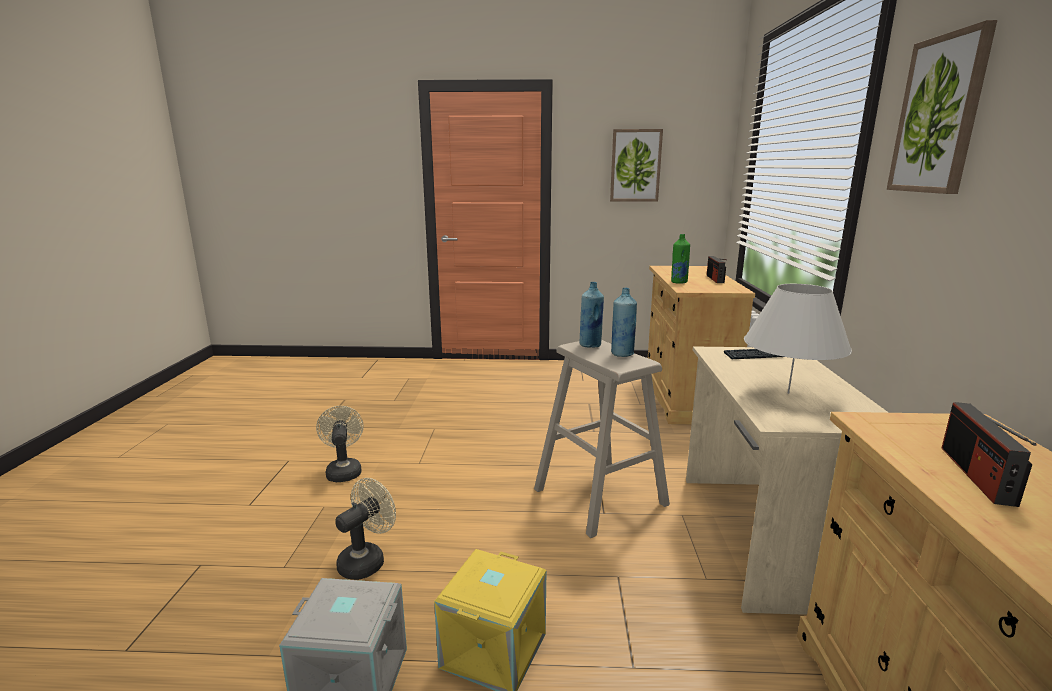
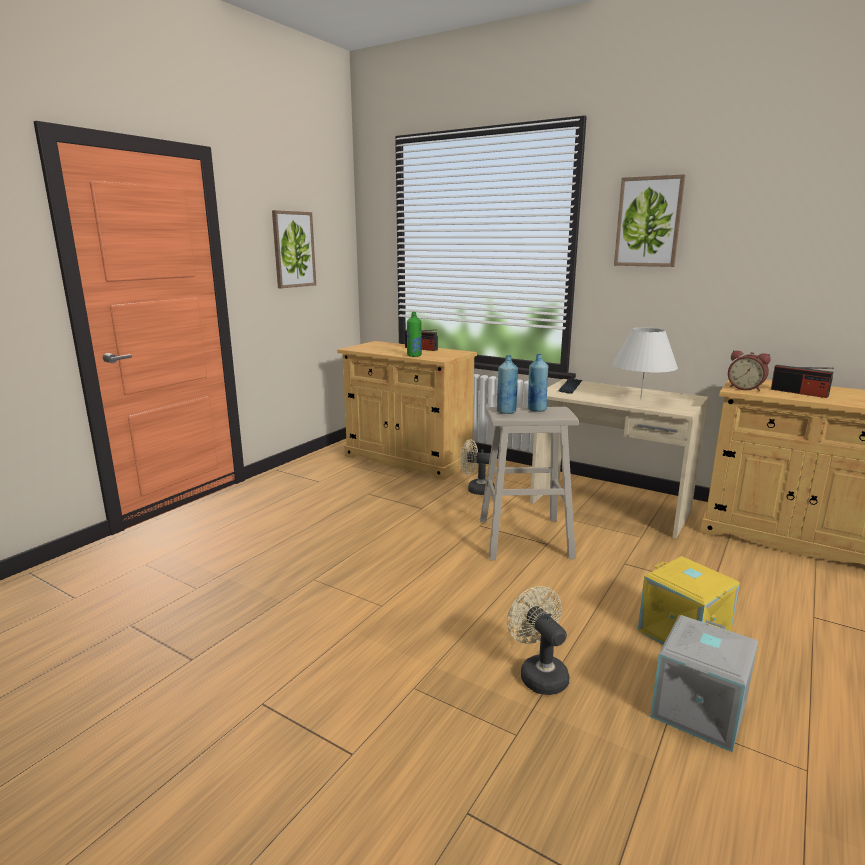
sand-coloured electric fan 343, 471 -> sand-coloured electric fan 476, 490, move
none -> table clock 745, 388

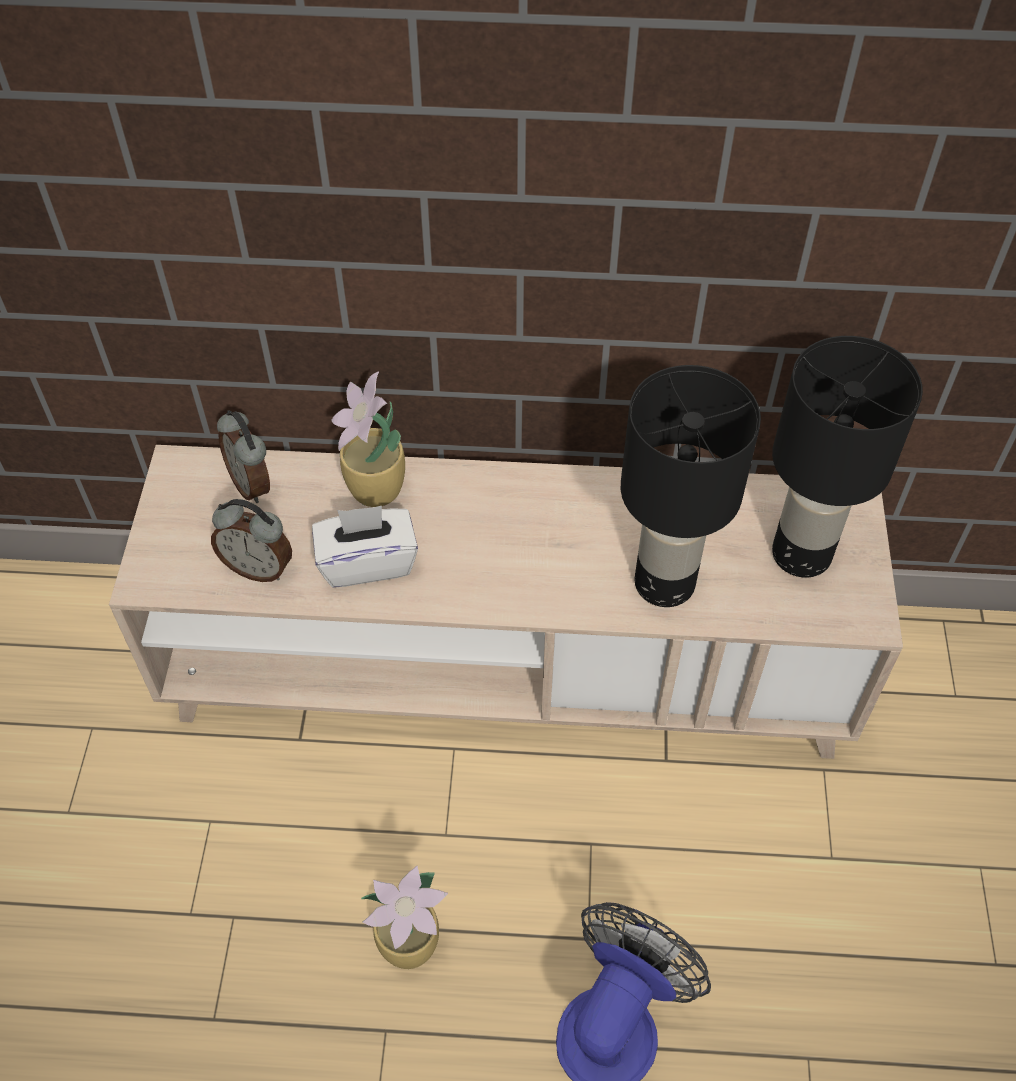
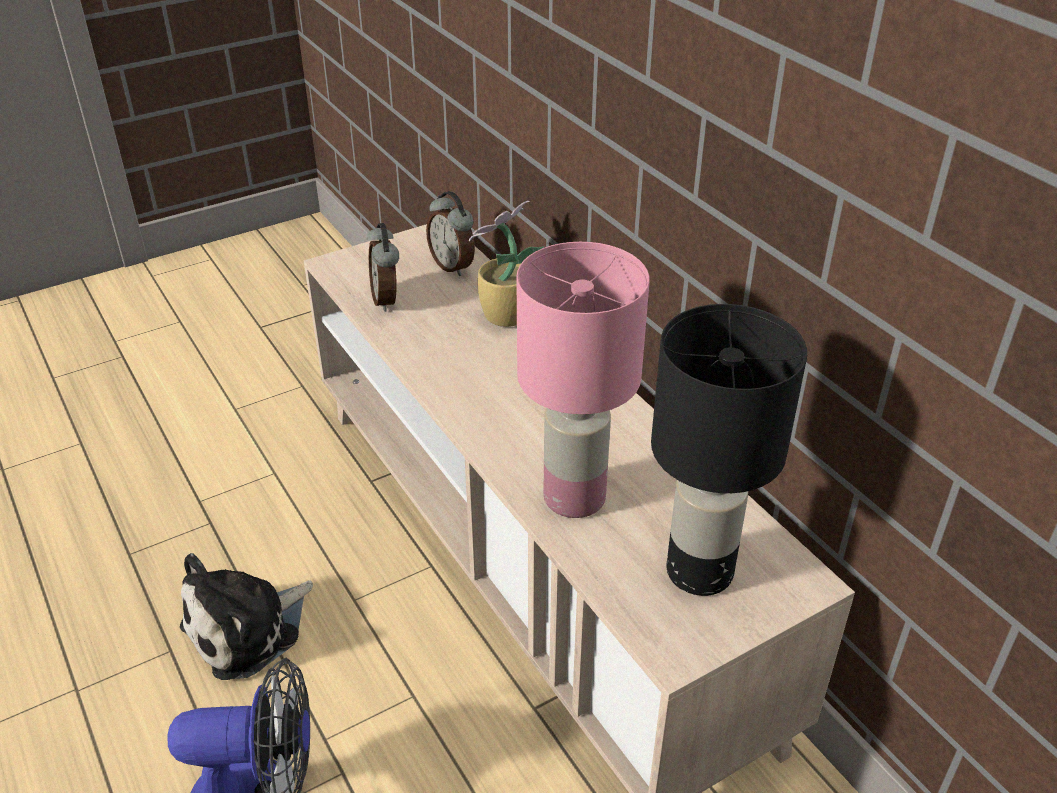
blackish tabletop lamp 666, 584 -> pink tabletop lamp 574, 499
table clock 252, 484 -> table clock 453, 266, 60 degrees counterclockwise
white-coloured tissue holder 367, 562 -> none
potted plant 412, 945 -> plush toy 248, 629

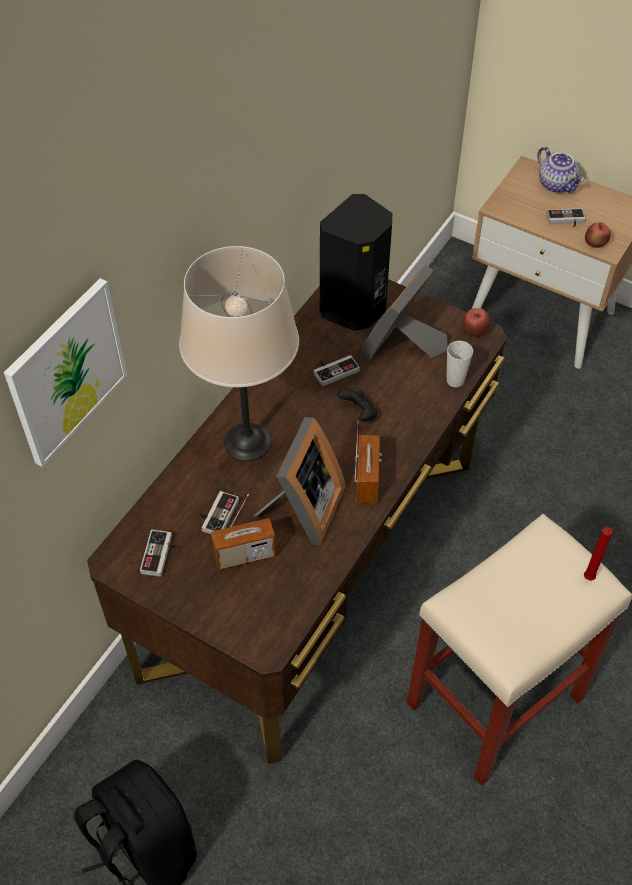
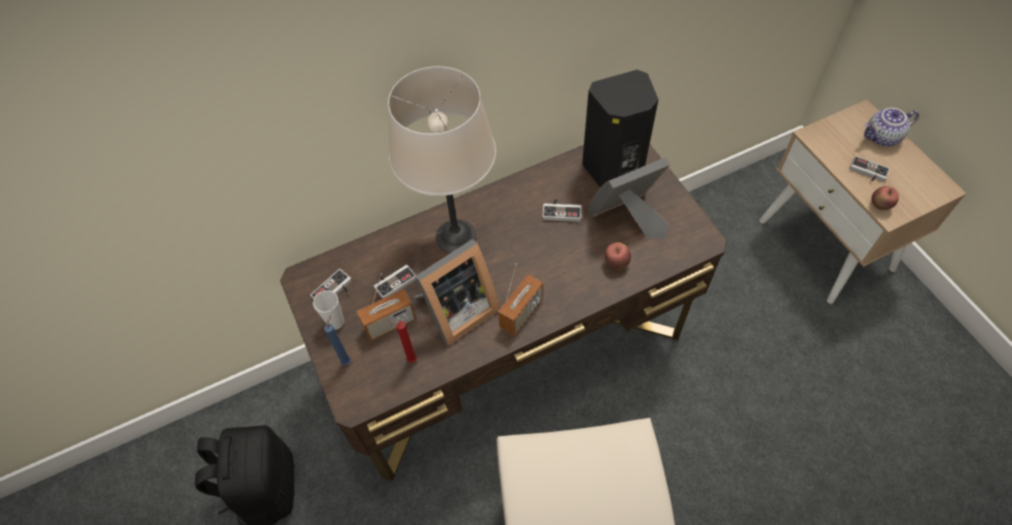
teapot 557, 184 -> teapot 882, 137, 75 degrees clockwise
wall art 67, 372 -> none
apple fruit 474, 332 -> apple fruit 616, 263, move
cup 455, 380 -> cup 335, 322, move
blackish joypad 359, 413 -> none
radio receiver 245, 555 -> radio receiver 390, 323, 45 degrees counterclockwise
reddish wax light 587, 578 -> reddish wax light 410, 359, move
none -> blue-coloured wax light 347, 360

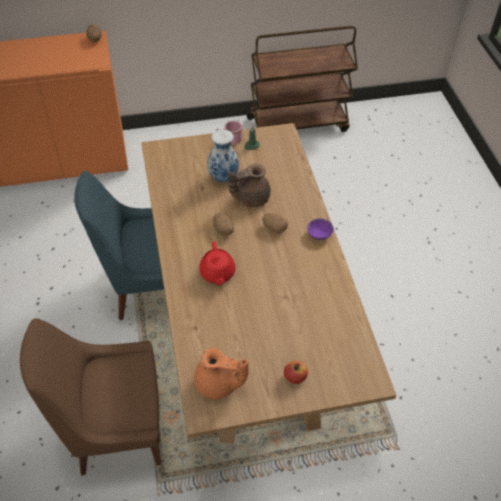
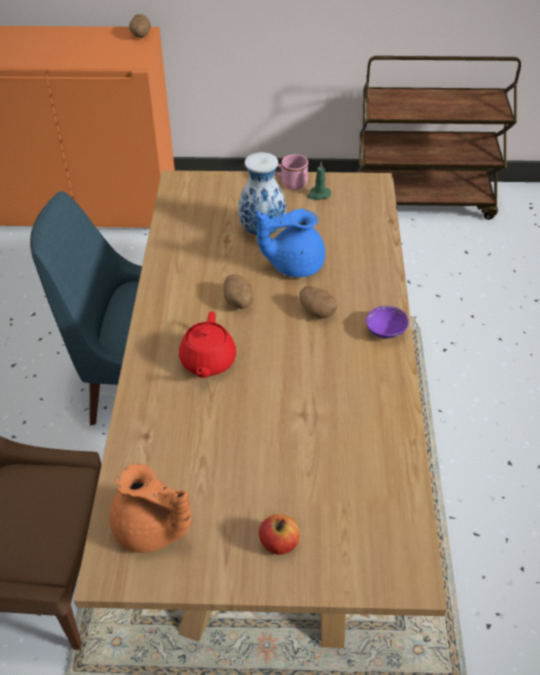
brown teapot 250, 198 -> blue-coloured teapot 294, 264

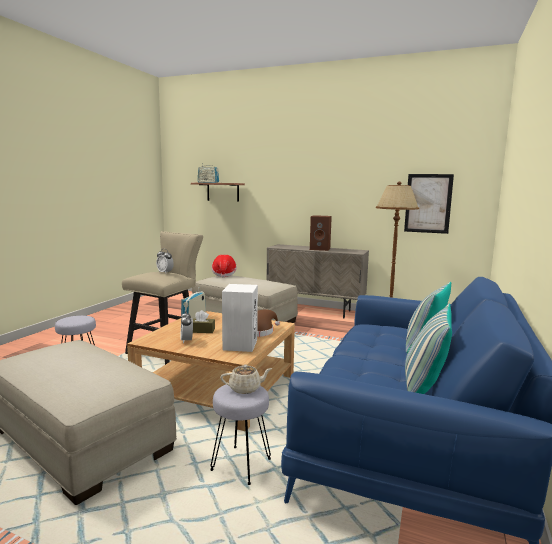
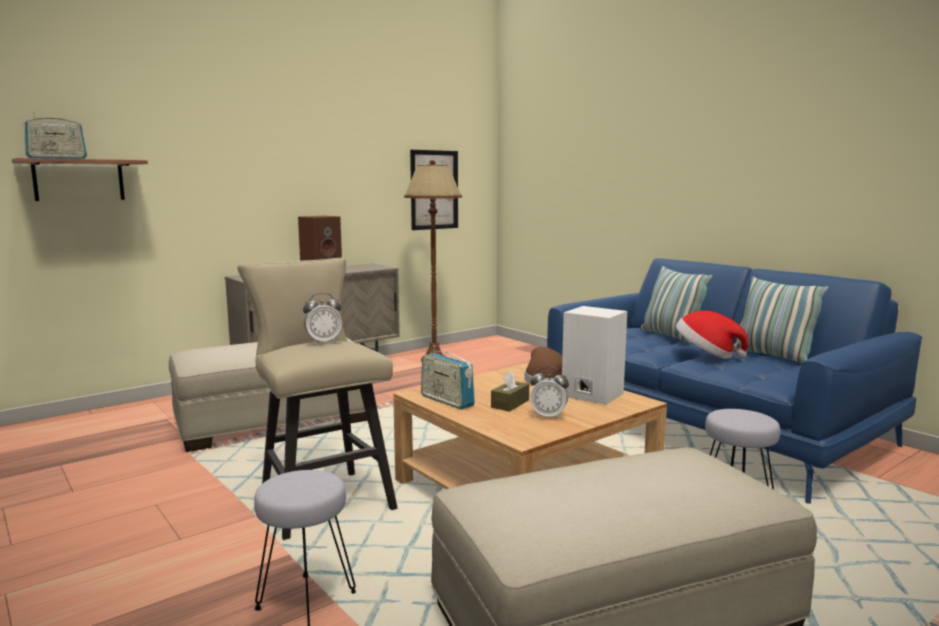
wearable hat 224, 274 -> wearable hat 706, 355, move
sand-coloured teapot 245, 389 -> none

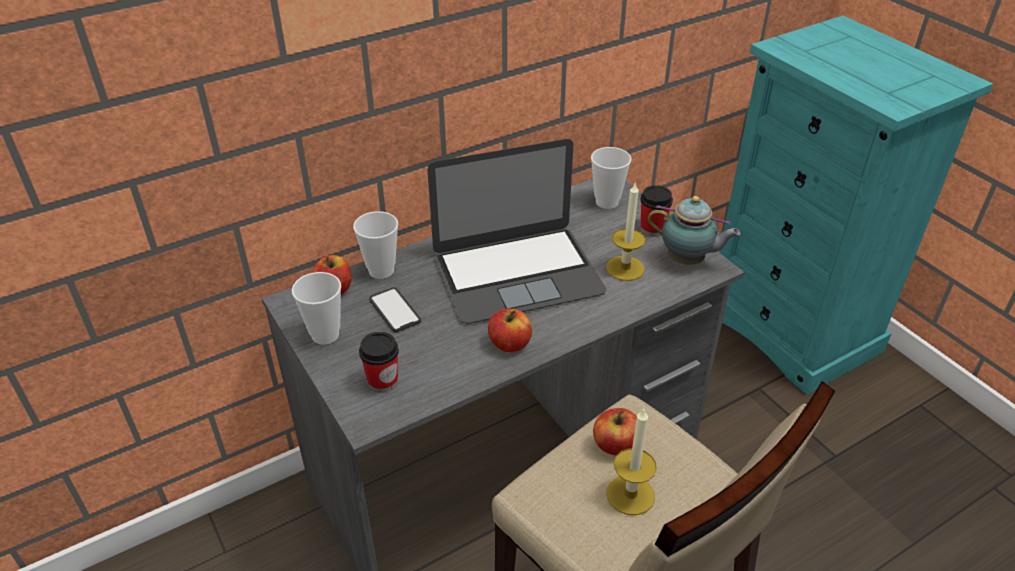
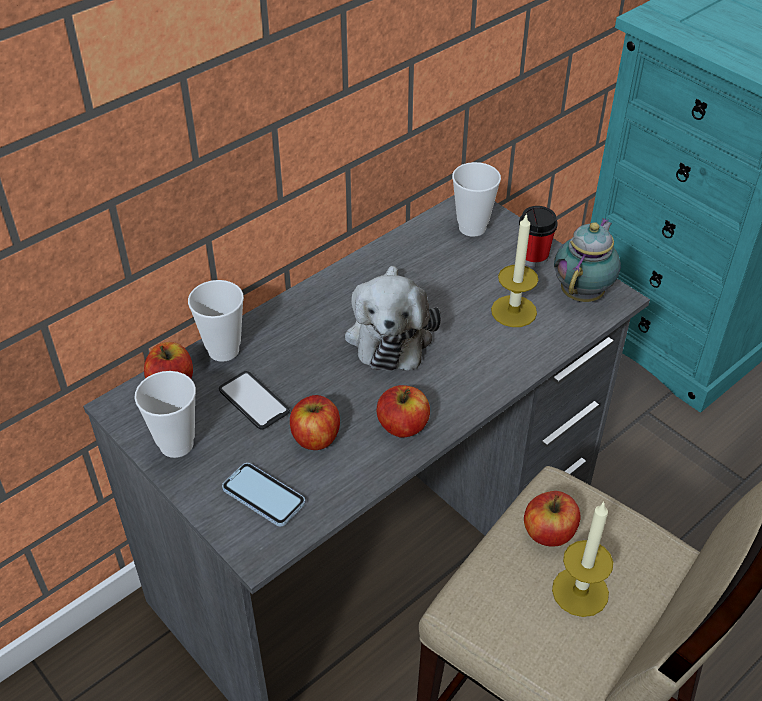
notebook computer 517, 273 -> plush toy 390, 334
teapot 688, 261 -> teapot 583, 293, 75 degrees counterclockwise
cup 383, 381 -> telephone 263, 496
none -> apple fruit 315, 437

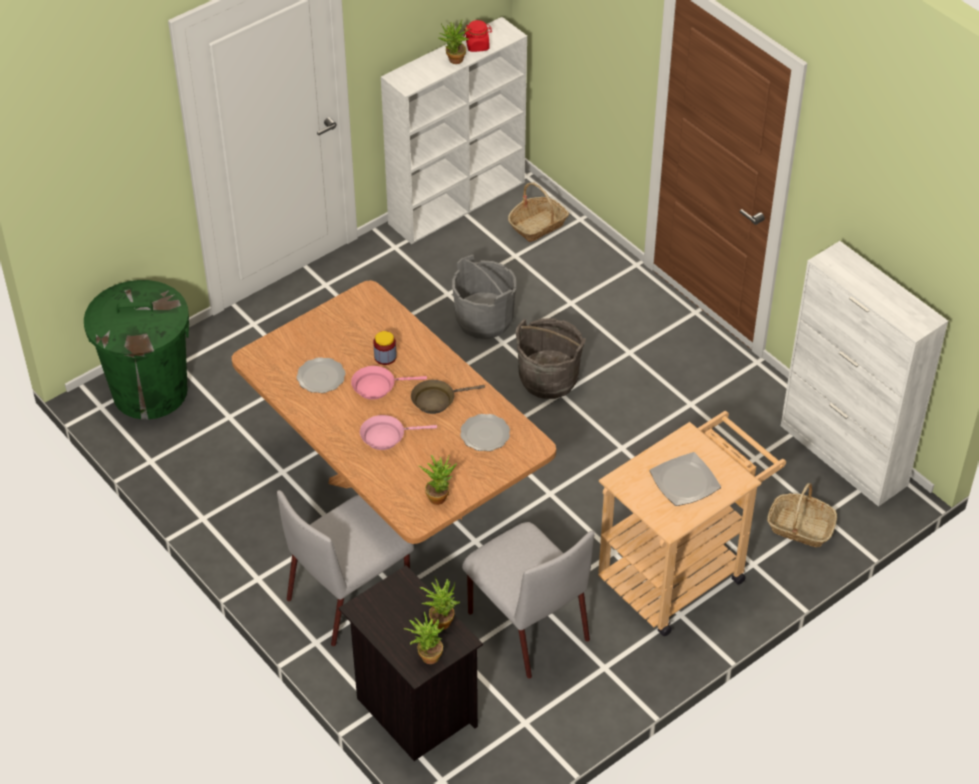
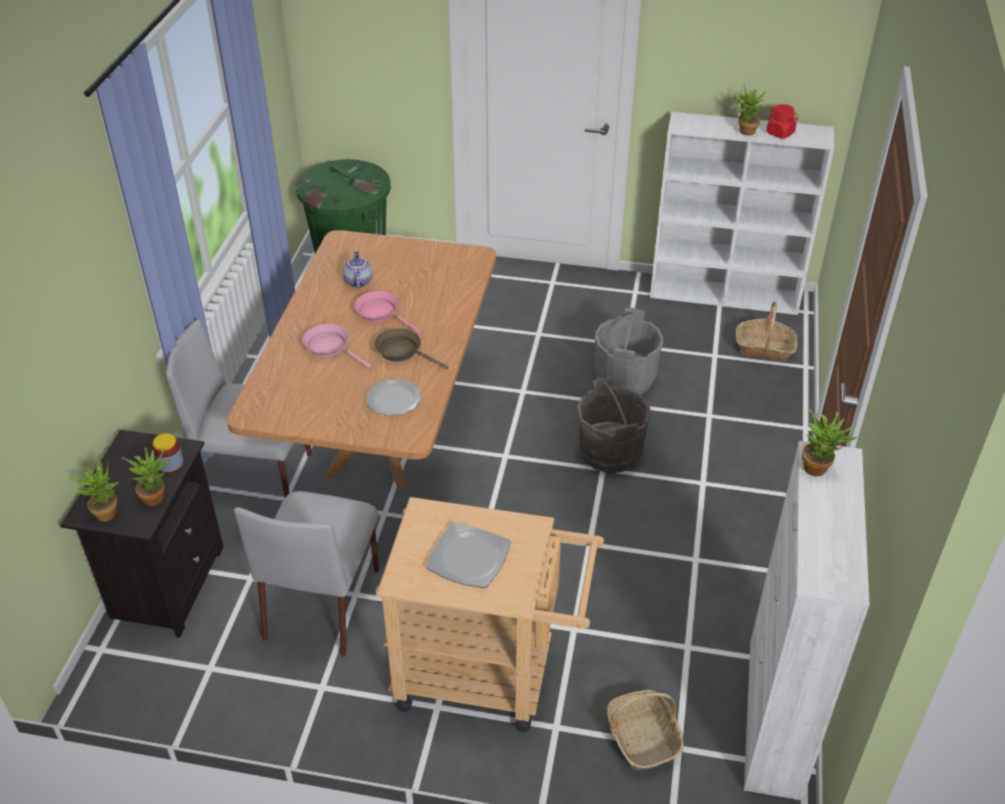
storage jar 385, 357 -> storage jar 170, 465, move
dinner plate 321, 377 -> teapot 357, 281
potted plant 439, 495 -> potted plant 819, 468, move

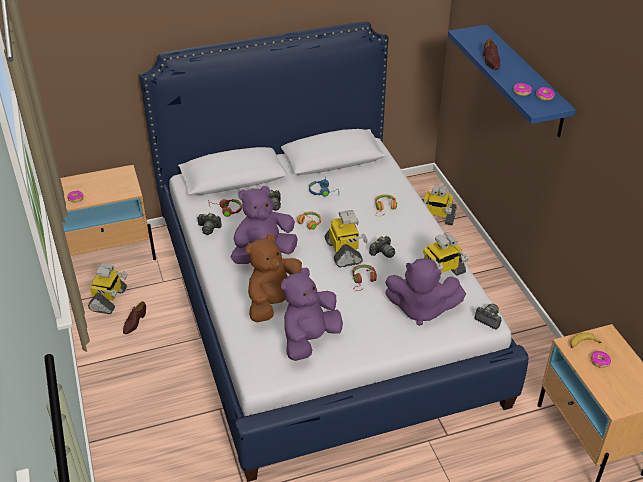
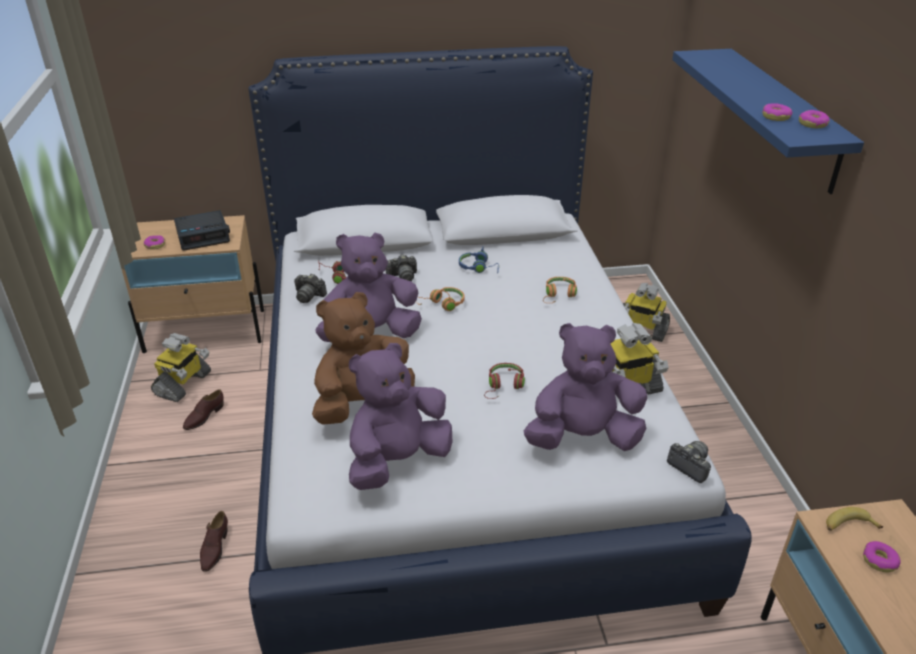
brown low shoe 490, 61 -> brown low shoe 214, 548, move
robot figure 344, 252 -> none
still camera 382, 252 -> none
purple plush toy 421, 309 -> purple plush toy 583, 437, 150 degrees clockwise
none -> table clock 203, 236

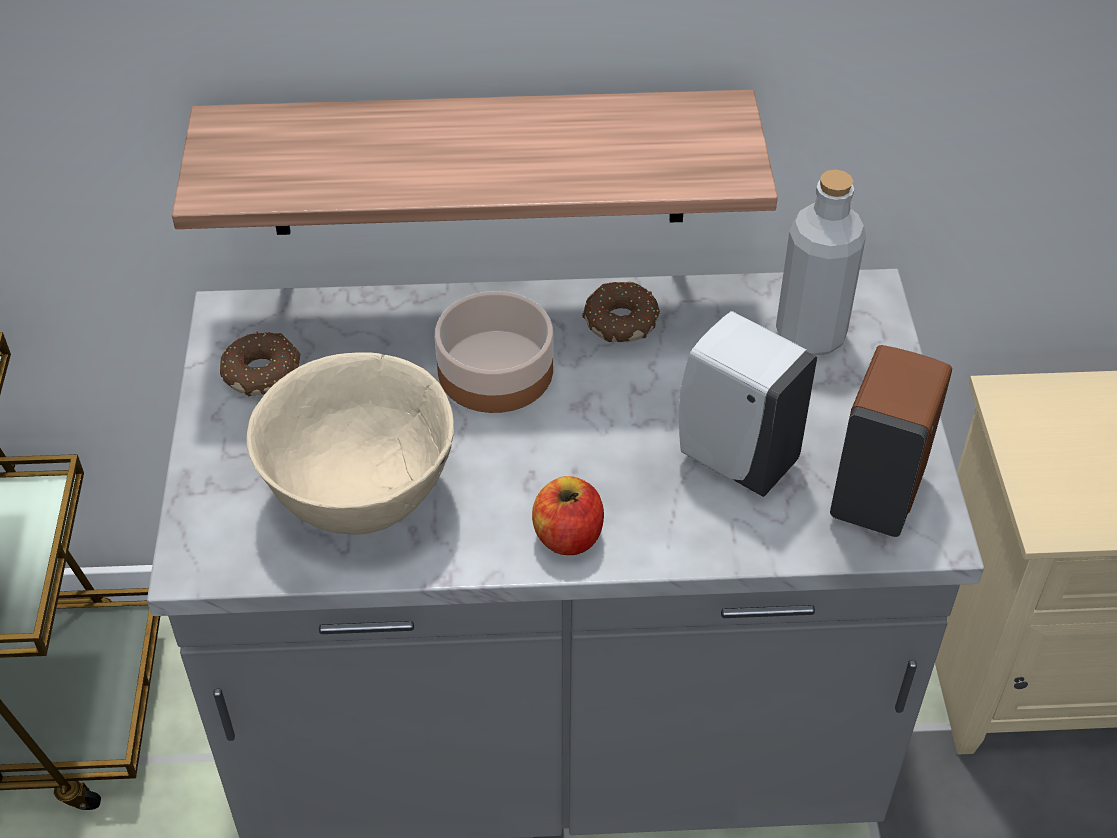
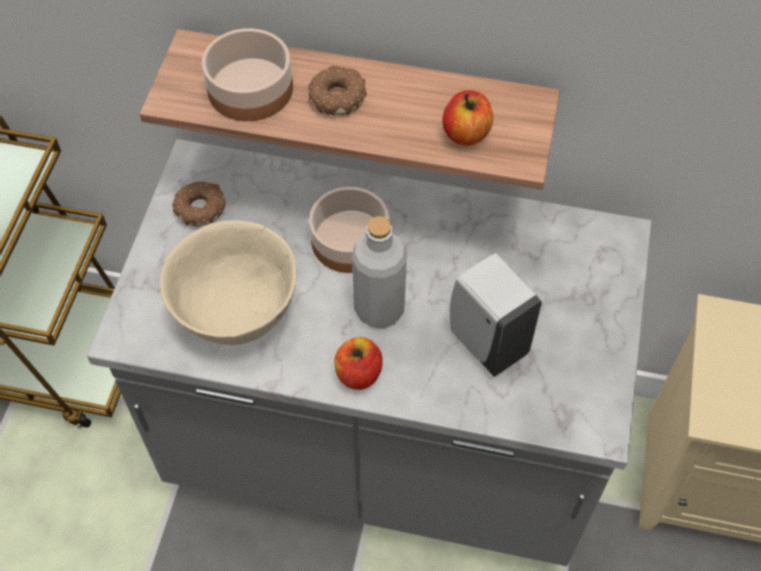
greyish bottle 810, 335 -> greyish bottle 379, 308, move
doughnut 620, 320 -> doughnut 337, 96, move
brown soap bottle 878, 492 -> none
none -> serving bowl 251, 90
none -> apple fruit 466, 133

